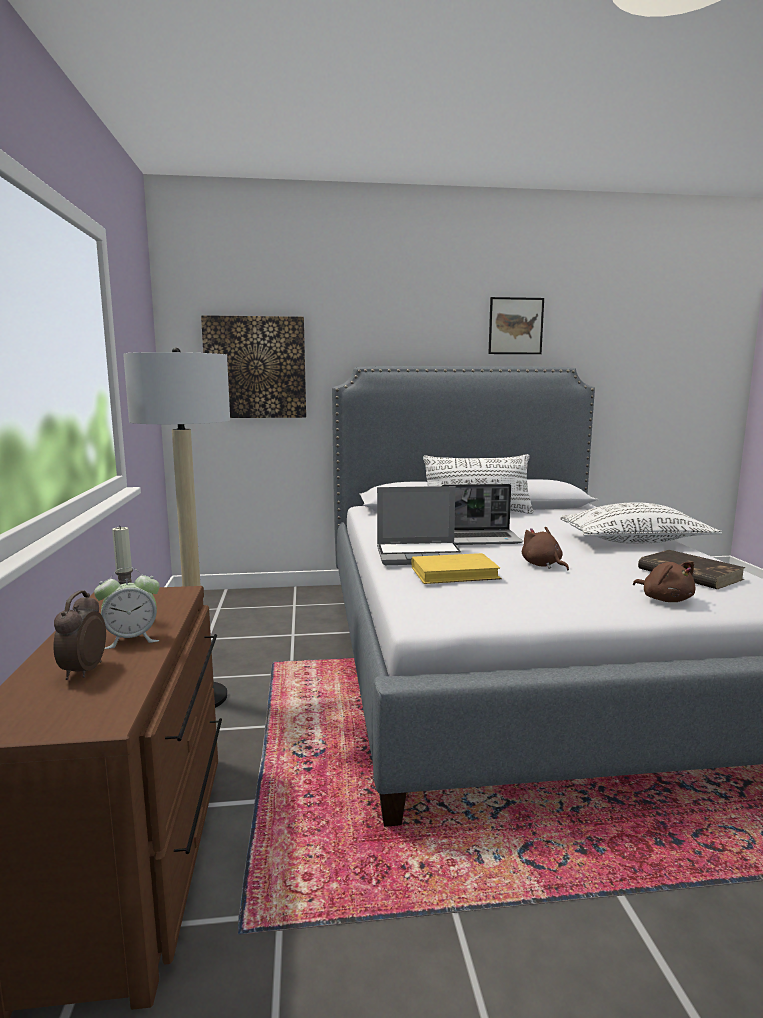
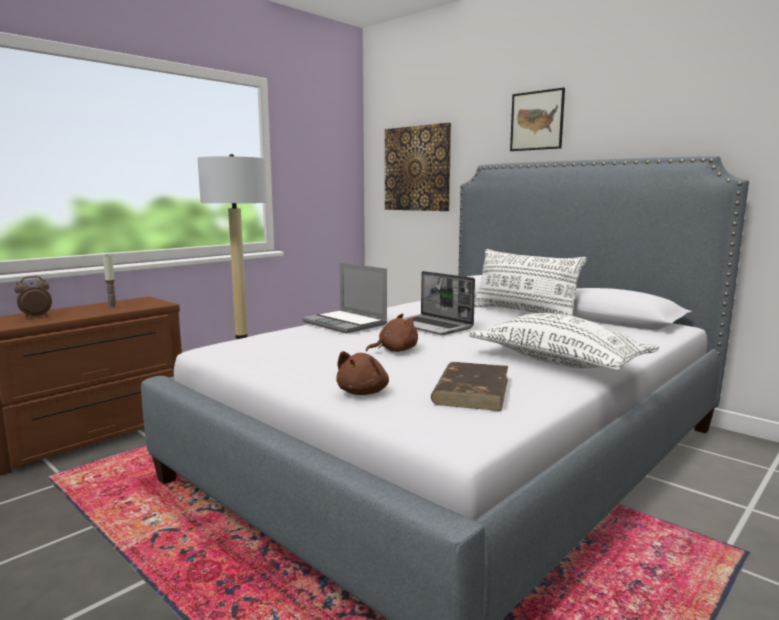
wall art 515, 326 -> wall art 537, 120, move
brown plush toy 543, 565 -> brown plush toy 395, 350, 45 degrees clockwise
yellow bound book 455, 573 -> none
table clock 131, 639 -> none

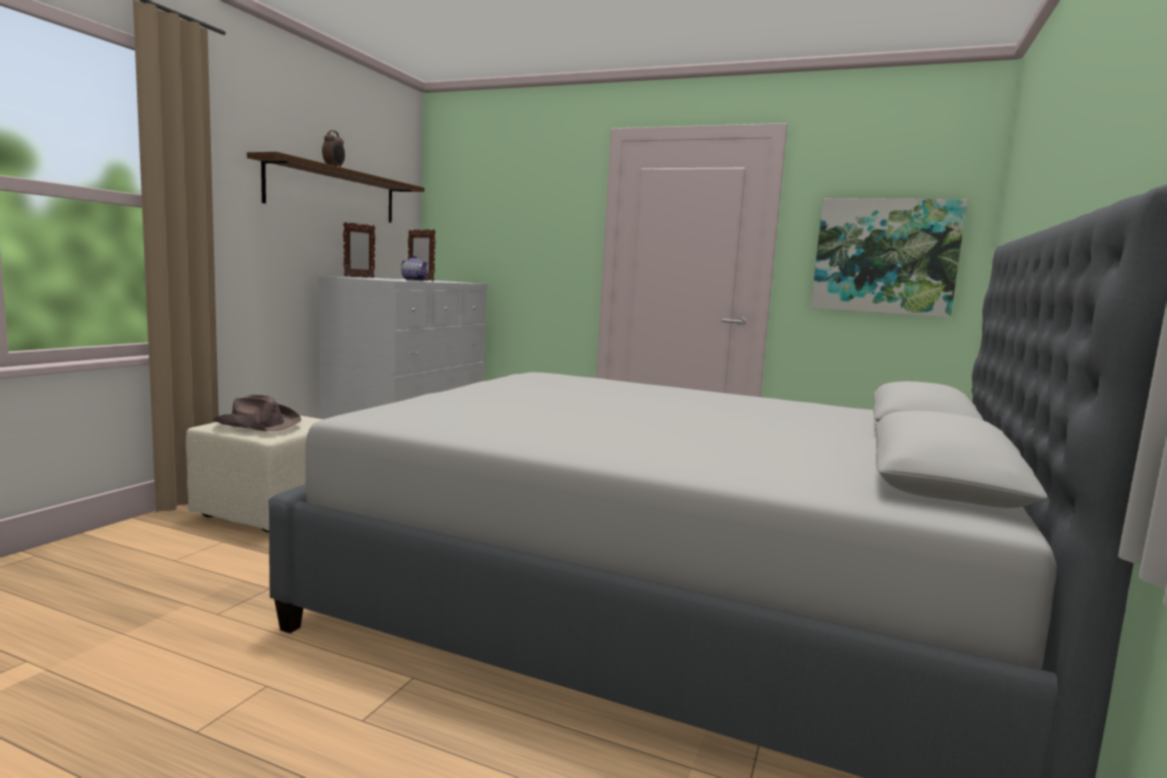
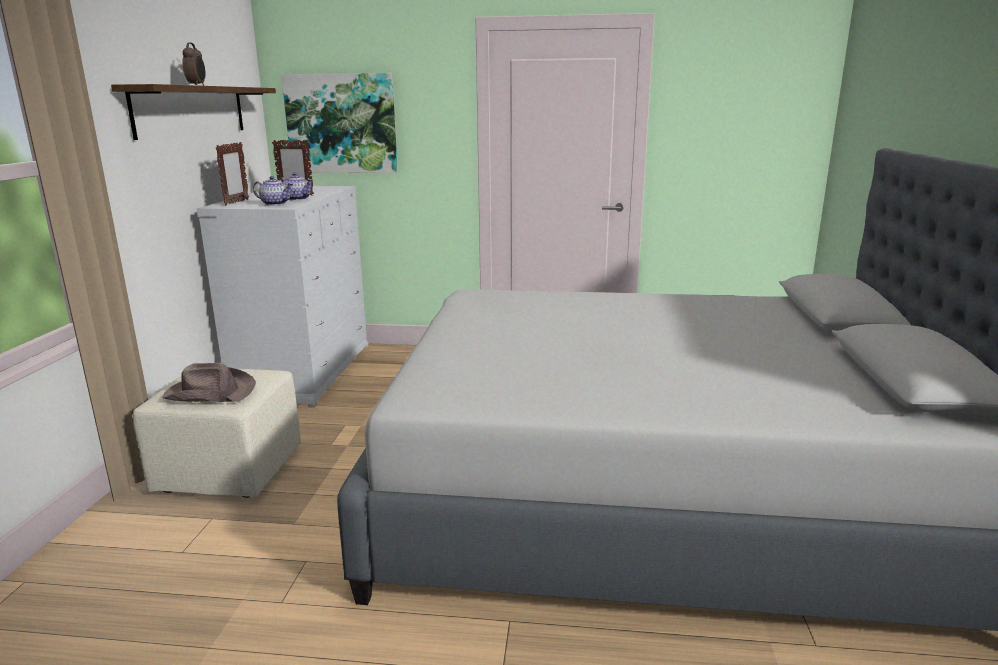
wall art 885, 256 -> wall art 341, 124, move
none -> teapot 275, 204

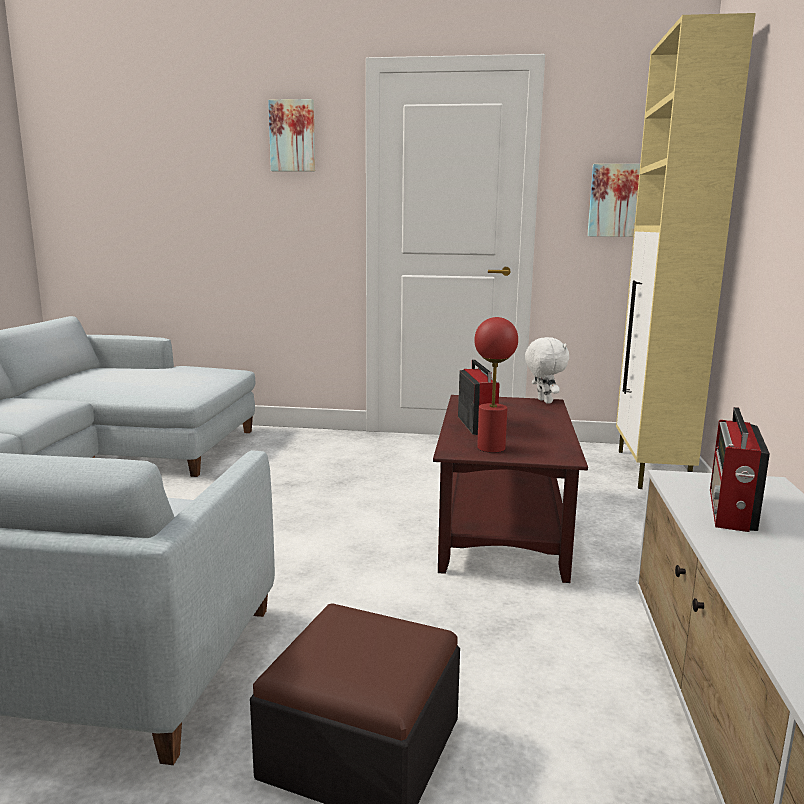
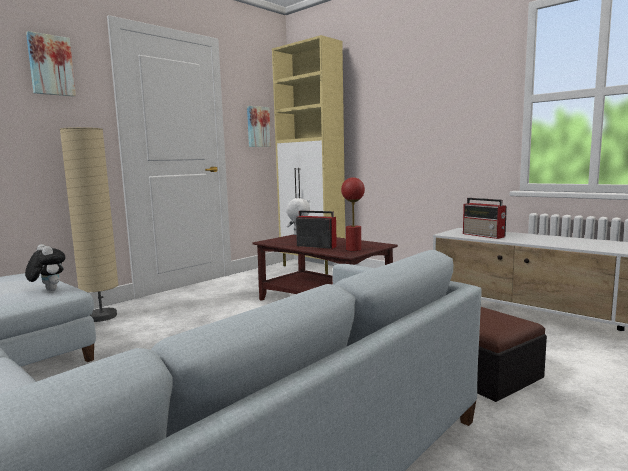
none -> sand-coloured standard lamp 102, 317
none -> plush toy 48, 290

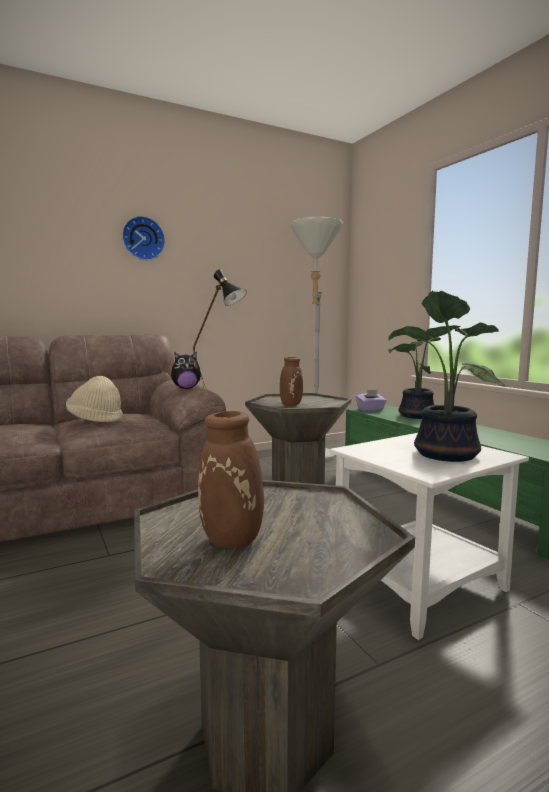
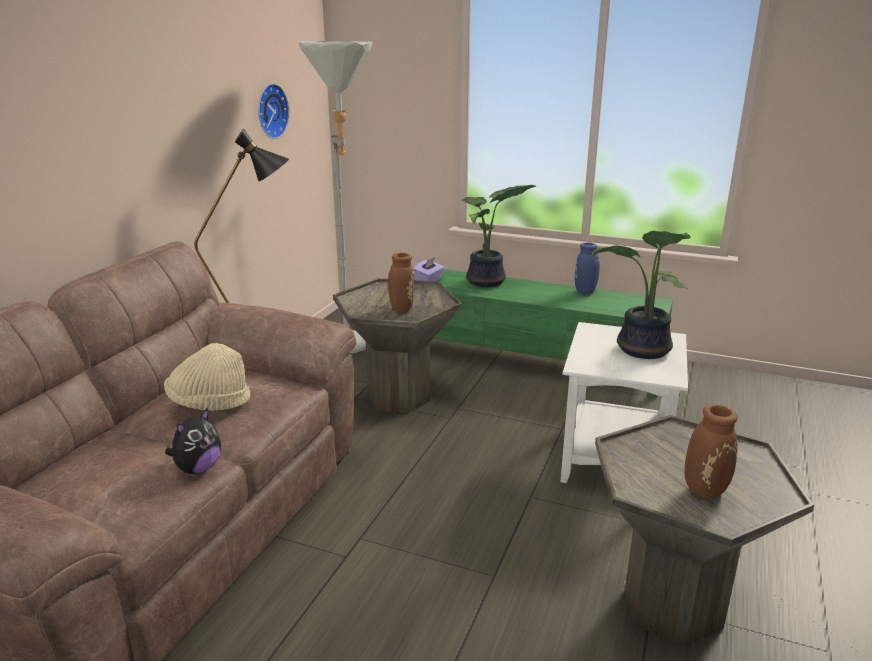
hanging clock 143, 239 -> hanging clock 270, 111, move
plush toy 186, 388 -> plush toy 198, 468, move
none -> blue-coloured vase 585, 292

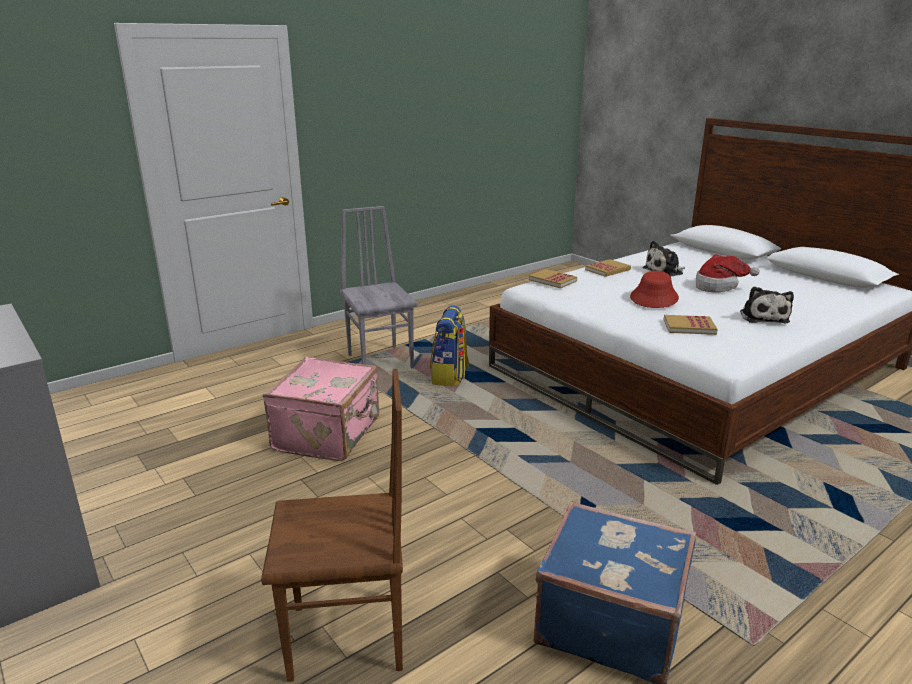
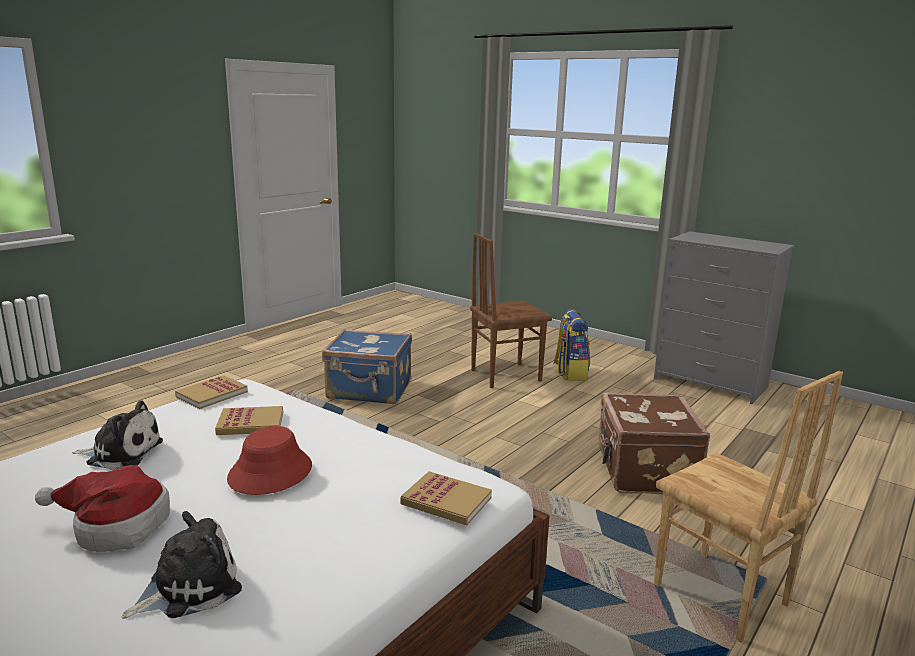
greyish plain chair 381, 361 -> brown plain chair 720, 596
bound book 607, 270 -> bound book 212, 394, move
plush toy 763, 317 -> plush toy 121, 453, 105 degrees clockwise
backpack 450, 377 -> backpack 570, 373, move
pink travel case 329, 434 -> brown travel case 644, 471

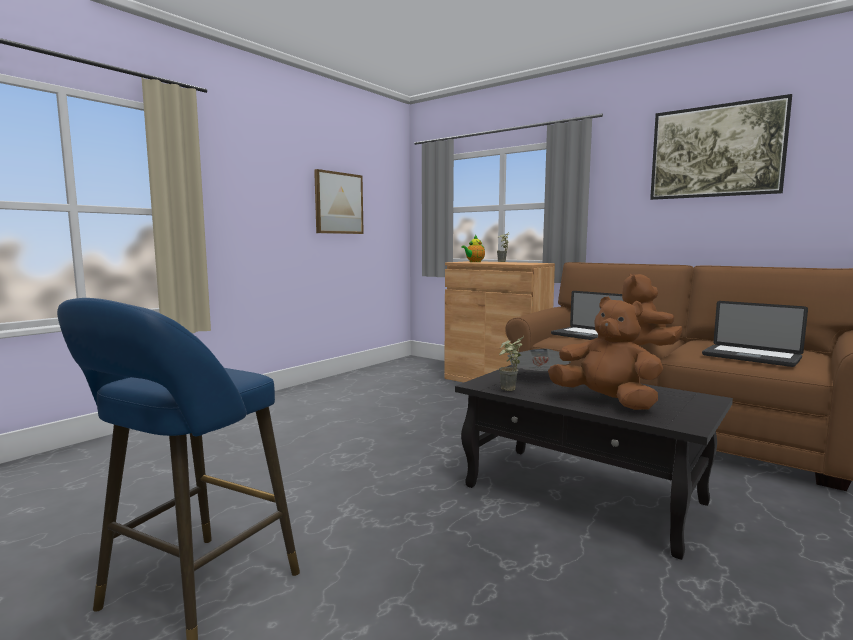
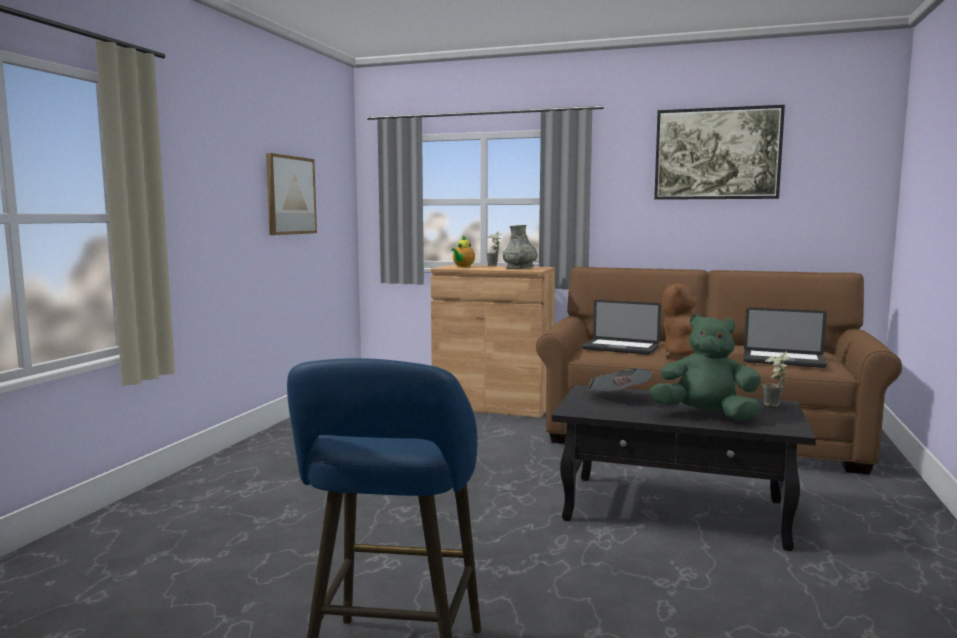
brown plush toy 606, 401 -> green plush toy 705, 415
potted plant 508, 390 -> potted plant 774, 406, move
none -> greyish vase 519, 268

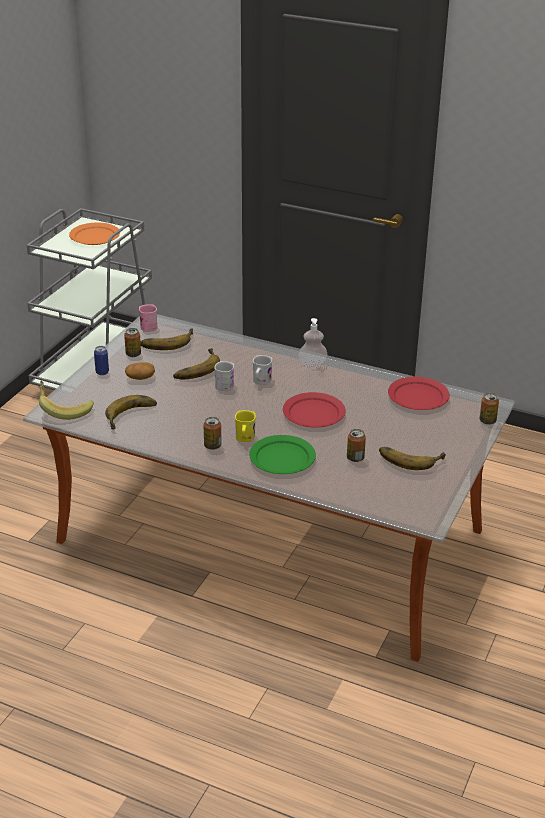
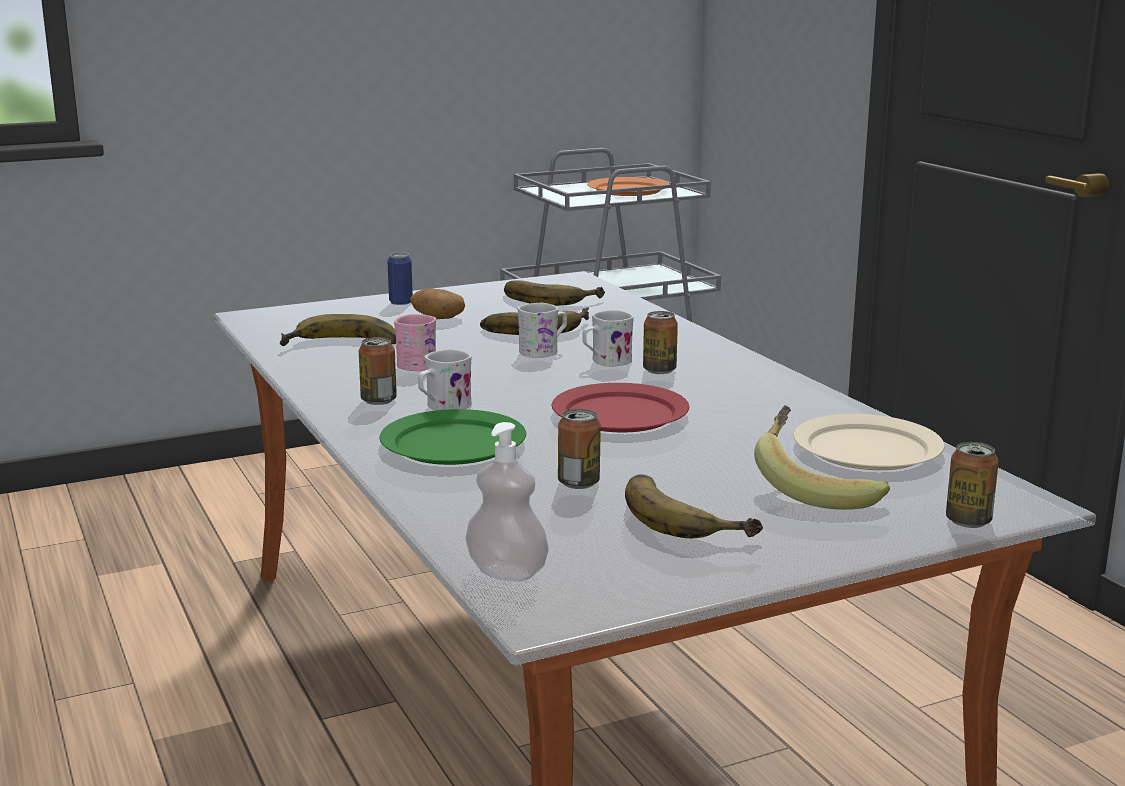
pink mug 148, 326 -> pink mug 420, 363, move
soap bottle 312, 363 -> soap bottle 507, 573, move
sealed can 133, 354 -> sealed can 659, 370, move
reddish dinner plate 417, 396 -> sand-coloured dinner plate 866, 449
banana fruit 64, 409 -> banana fruit 816, 488, move
yellow mug 245, 439 -> white-coloured mug 443, 408

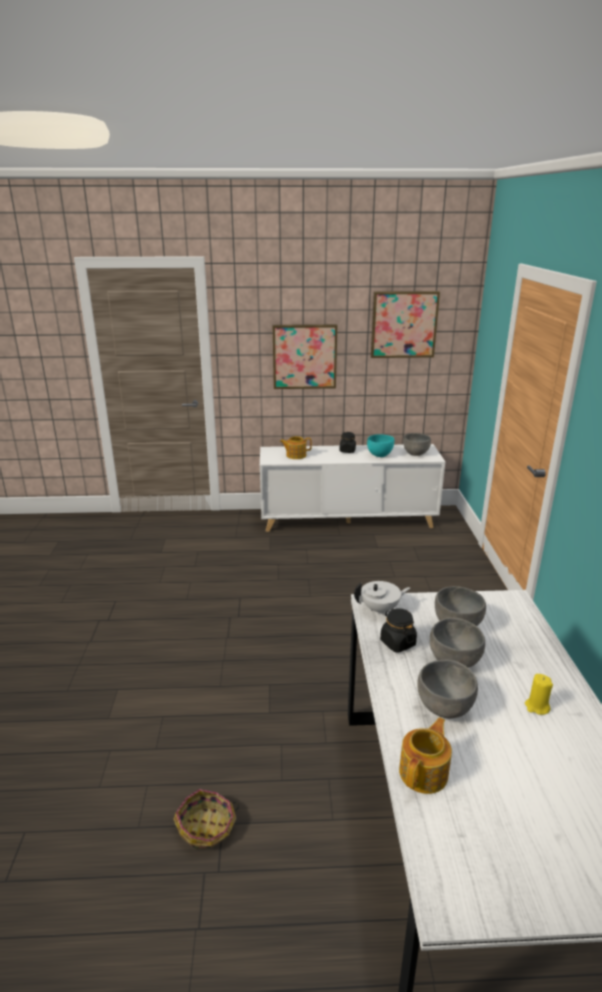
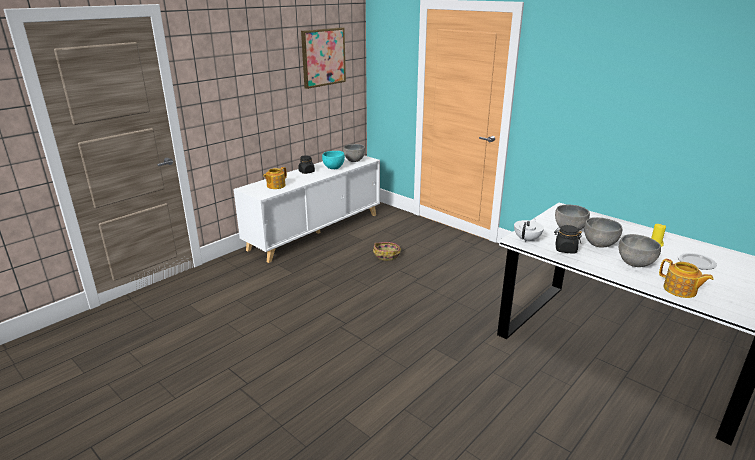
wall art 304, 356 -> none
teapot 424, 772 -> teapot 680, 290, 150 degrees clockwise
storage basket 207, 827 -> storage basket 387, 255, move
none -> dinner plate 695, 262

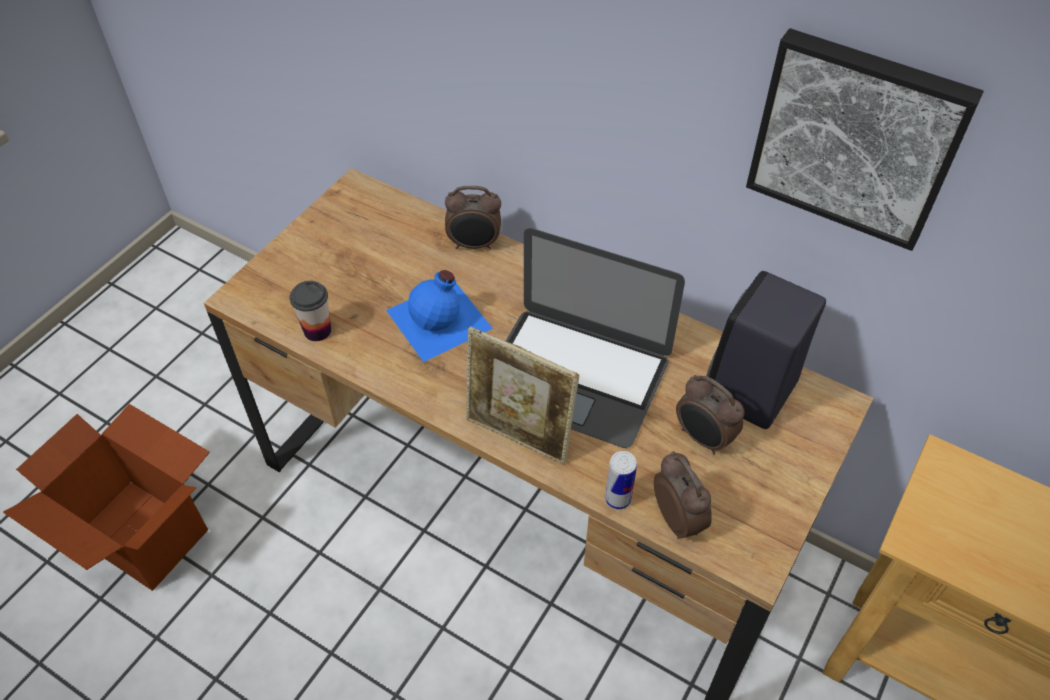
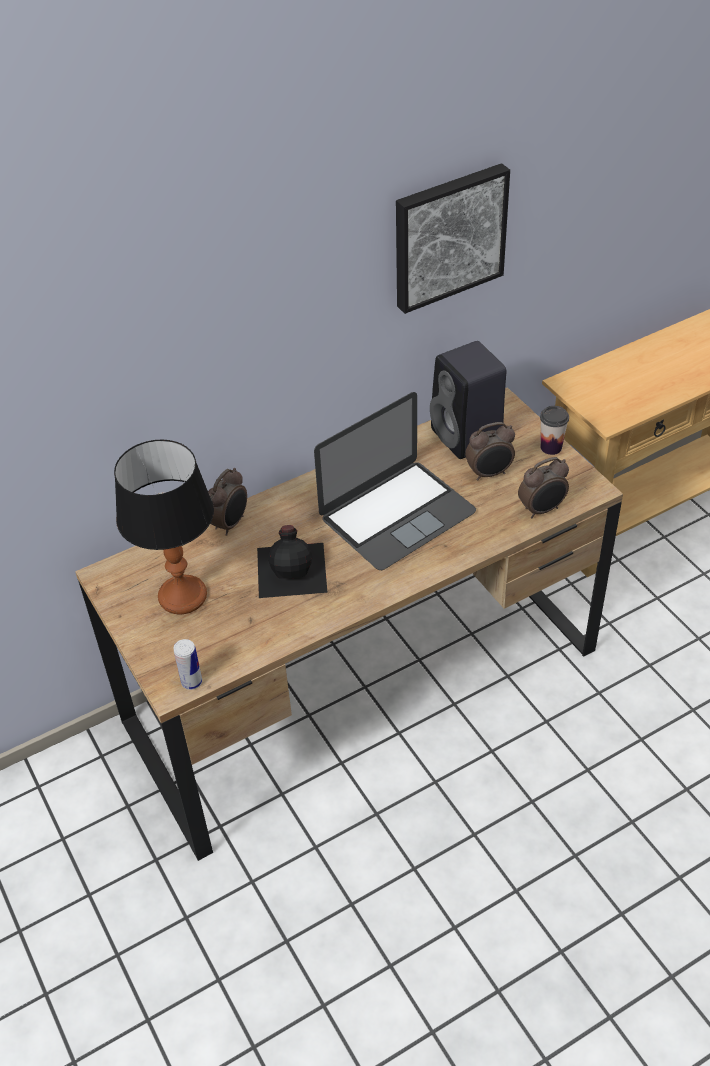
blue-coloured bottle 441, 319 -> blackish bottle 292, 568
cup 317, 330 -> cup 551, 447, move
standing frame 519, 437 -> none
cardboard box 143, 533 -> none
sealed can 617, 499 -> sealed can 191, 682, move
table clock 678, 519 -> table clock 542, 510, 150 degrees clockwise
none -> tabletop lamp 182, 596

